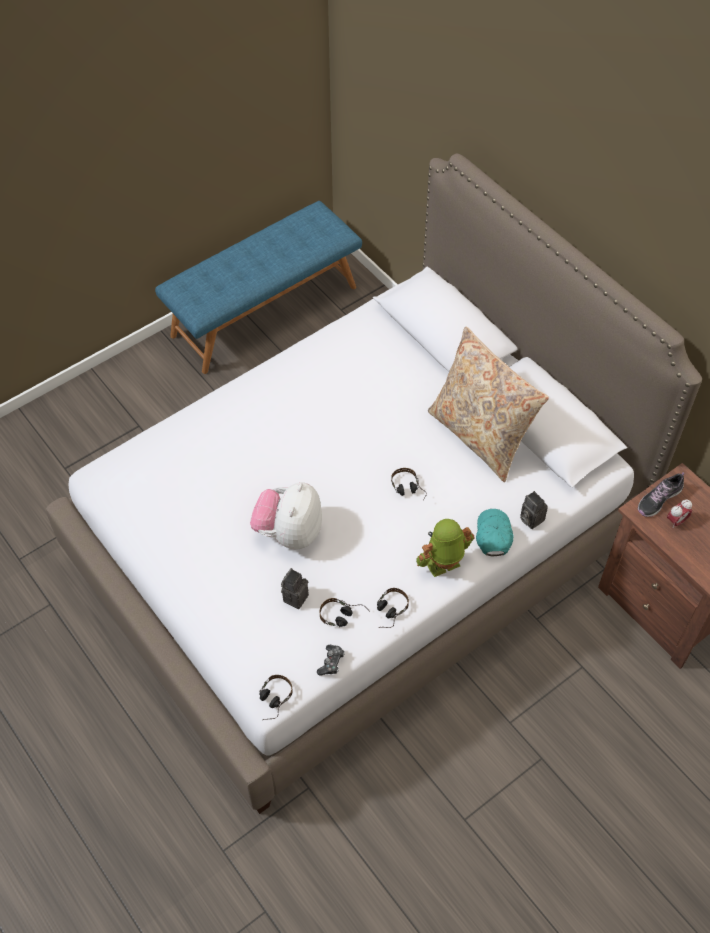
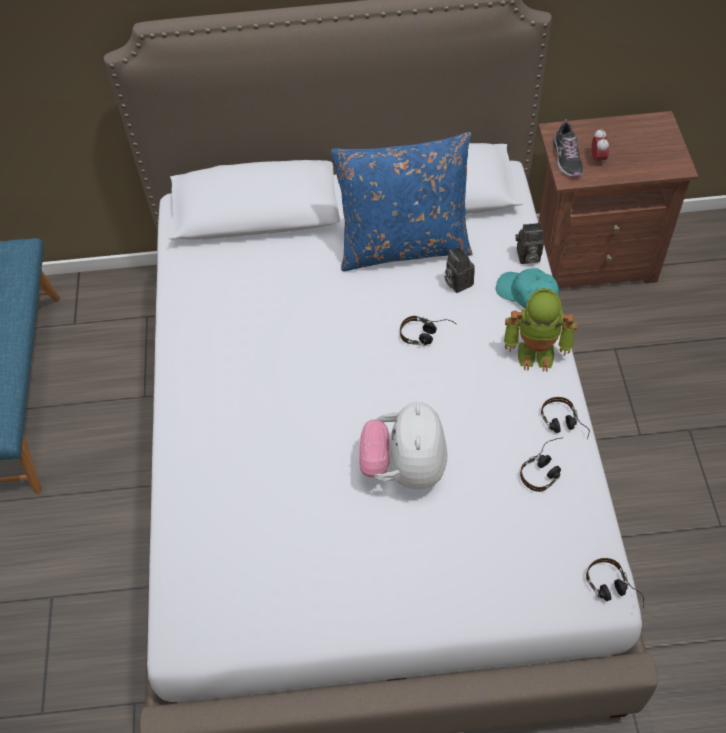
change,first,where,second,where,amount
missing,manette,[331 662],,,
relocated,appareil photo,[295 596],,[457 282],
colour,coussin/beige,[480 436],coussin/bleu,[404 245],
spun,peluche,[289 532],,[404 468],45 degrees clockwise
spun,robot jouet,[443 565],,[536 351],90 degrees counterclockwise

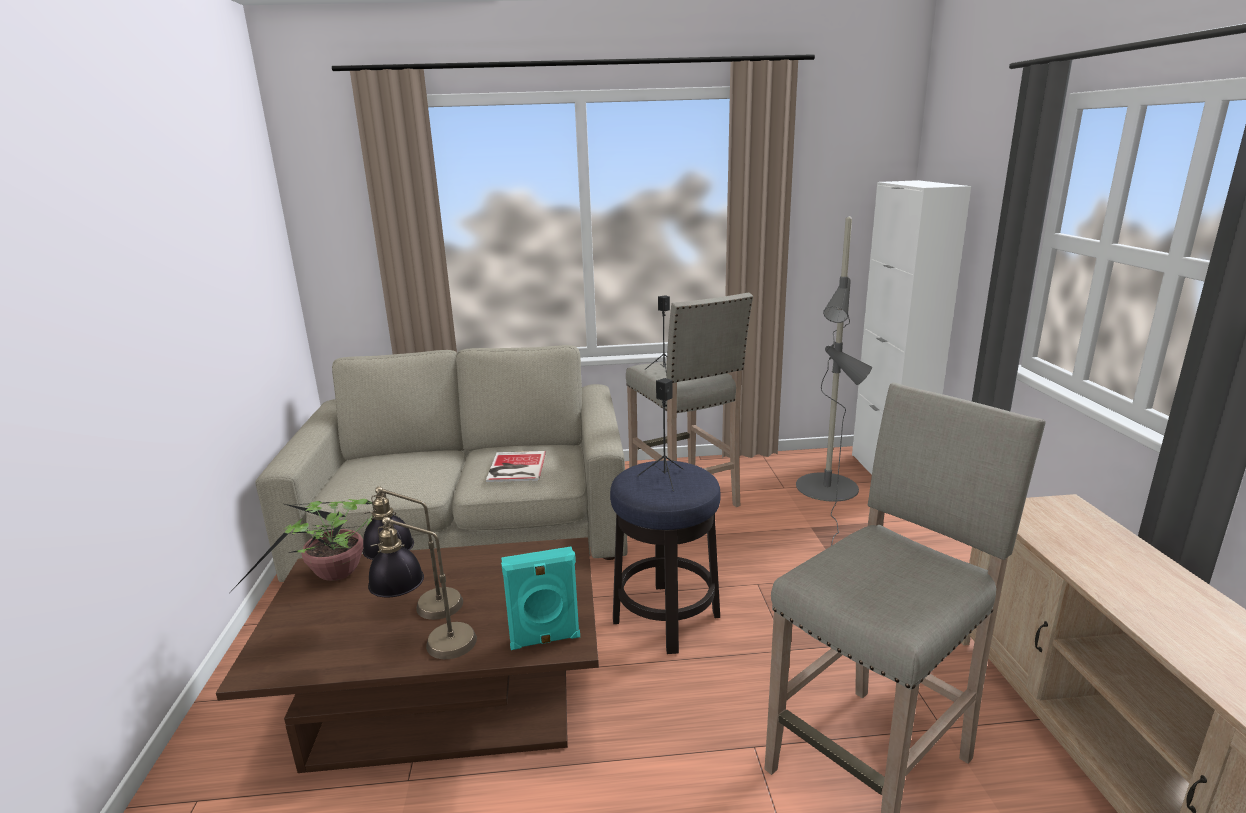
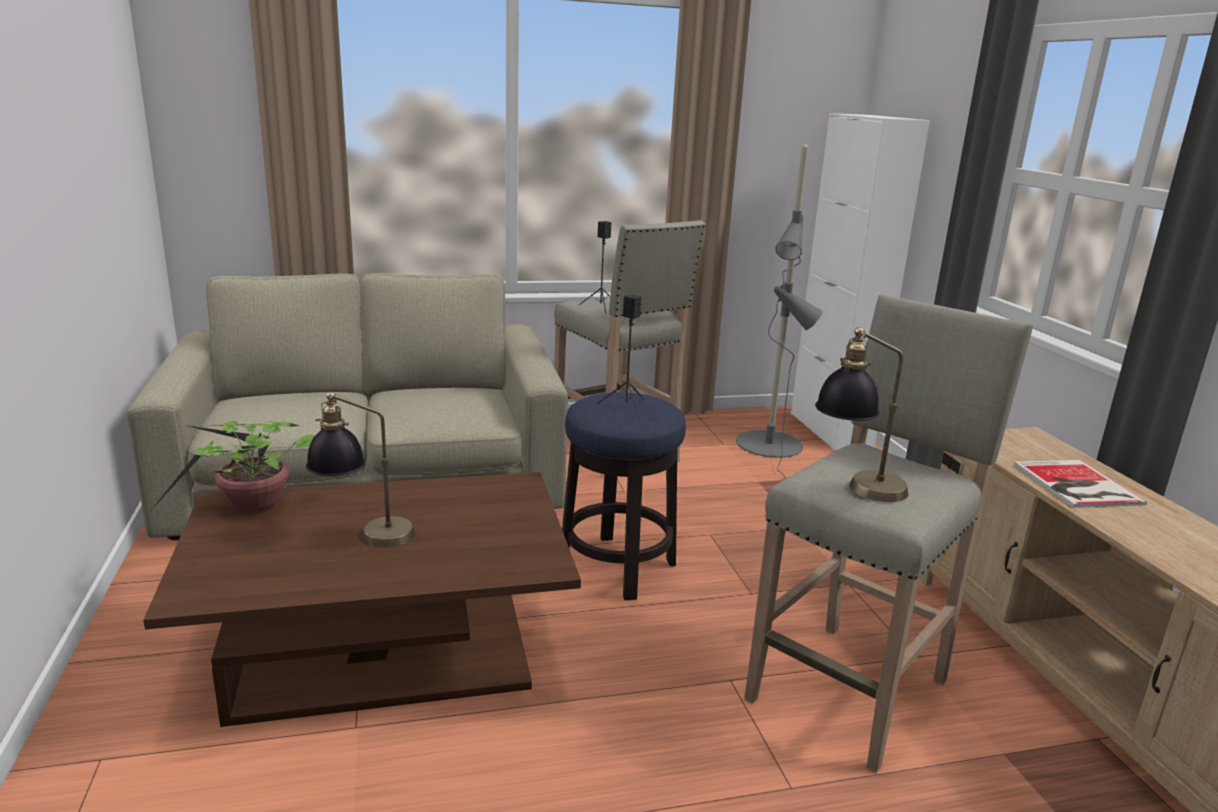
change,first,where,second,where,amount
missing,enceinte/turquoise,[545 640],,,
relocated,lampe de table,[429 644],,[855 491],
relocated,livre,[515 467],,[1076 485],

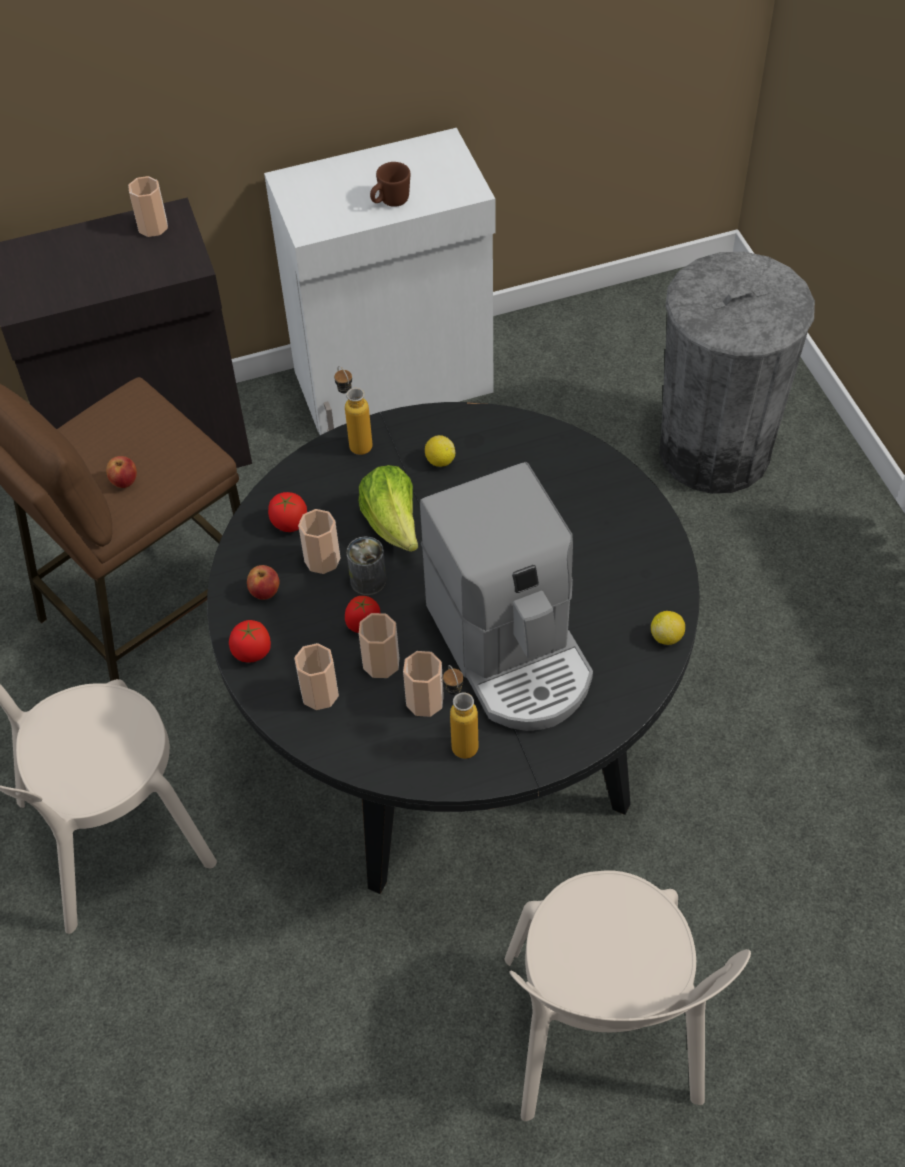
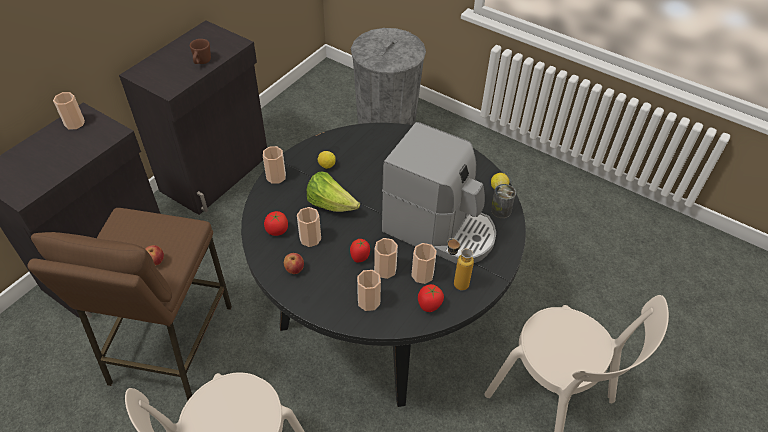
change,first,where,second,where,amount
relocated,tomate,[252 653],,[429 305],
relocated,boîte métallique,[368 580],,[501 210],
exchanged,bouteille,[355 441],tasse,[276 177],
colour,meuble de rangement/blanc,[395 383],meuble de rangement/noir,[217 173],

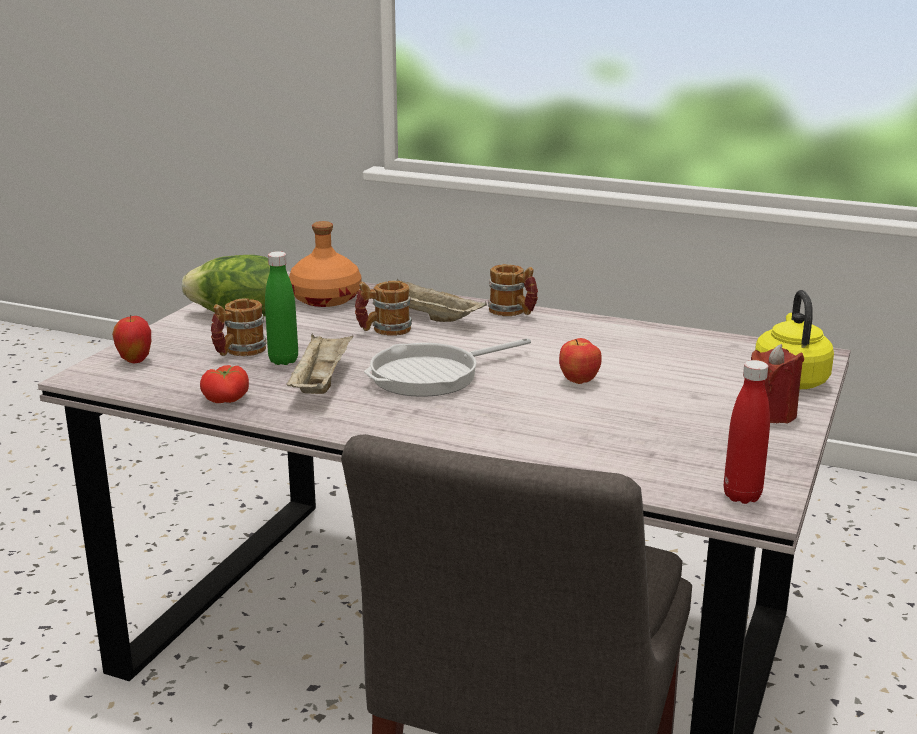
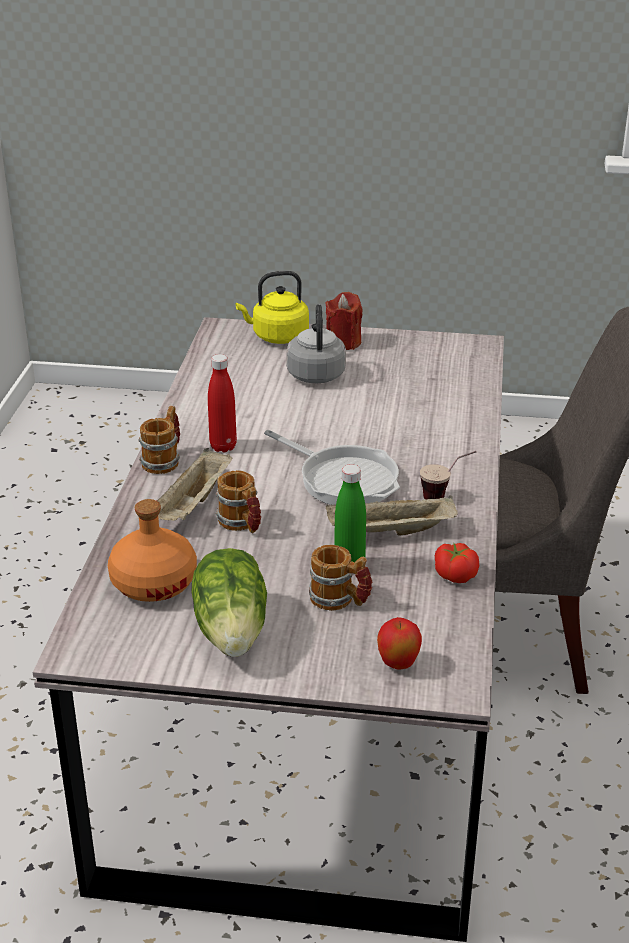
change,first,where,second,where,amount
missing,pomme,[579 382],,,
appeared,,,bouilloire/gris,[316 373],
appeared,,,tasse,[446 496],
relocated,bouteille/rouge,[742 496],,[223 446],

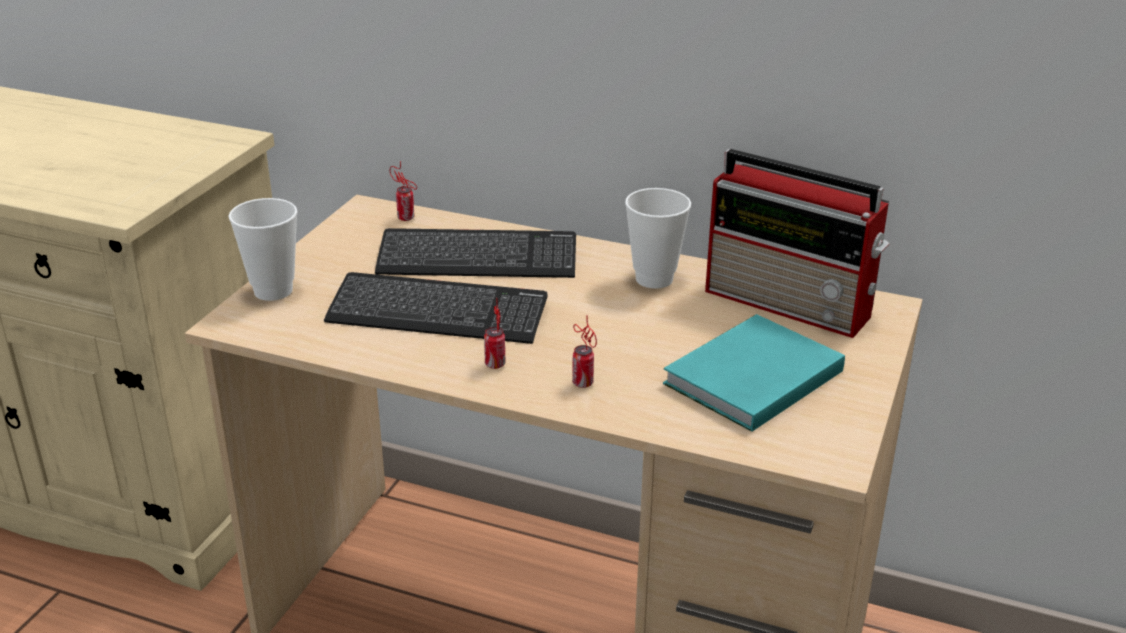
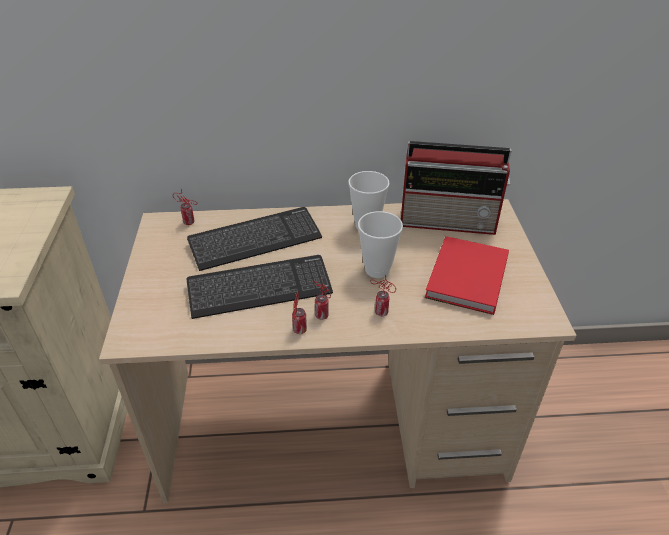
change,first,where,second,where,amount
appeared,,,boîte métallique,[299 331],
relocated,tasse,[273 291],,[377 269],
colour,livre/turquoise,[748 378],livre/rouge,[465 278],

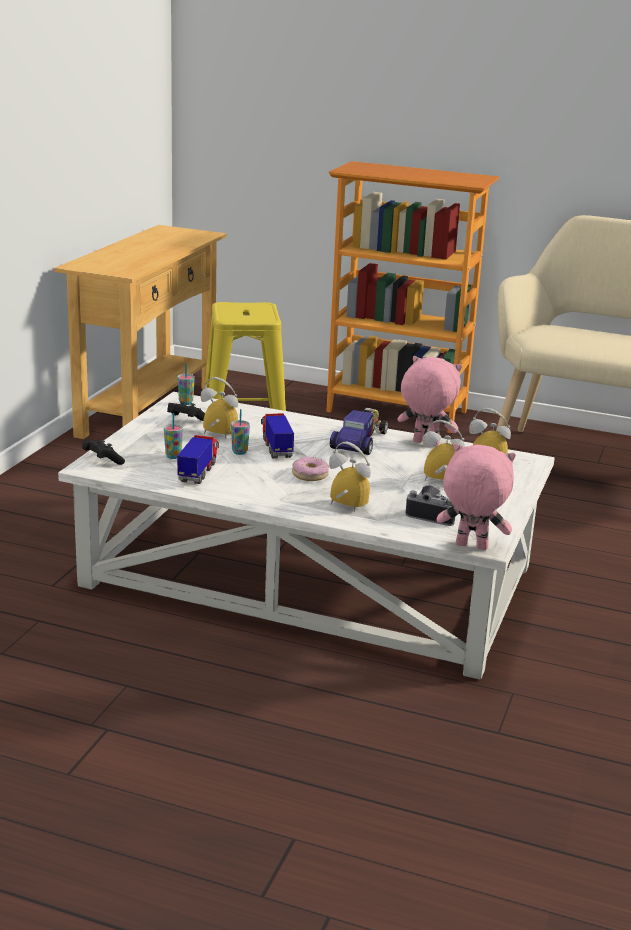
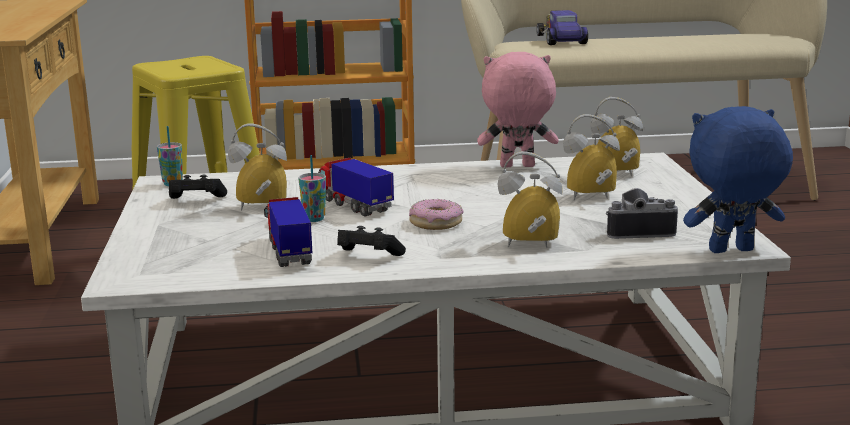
change,first,where,second,where,amount
missing,tasse,[173 456],,,
relocated,manette/noir,[102 460],,[367 257],
relocated,petite voiture,[359 440],,[560 39],
colour,peluche/rose,[470 547],peluche/bleu,[731 251],

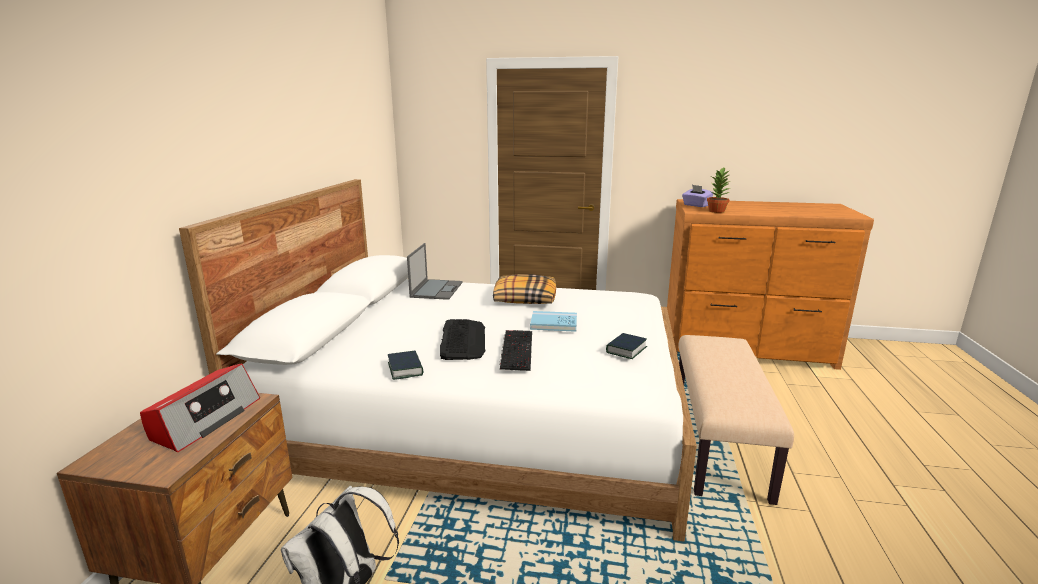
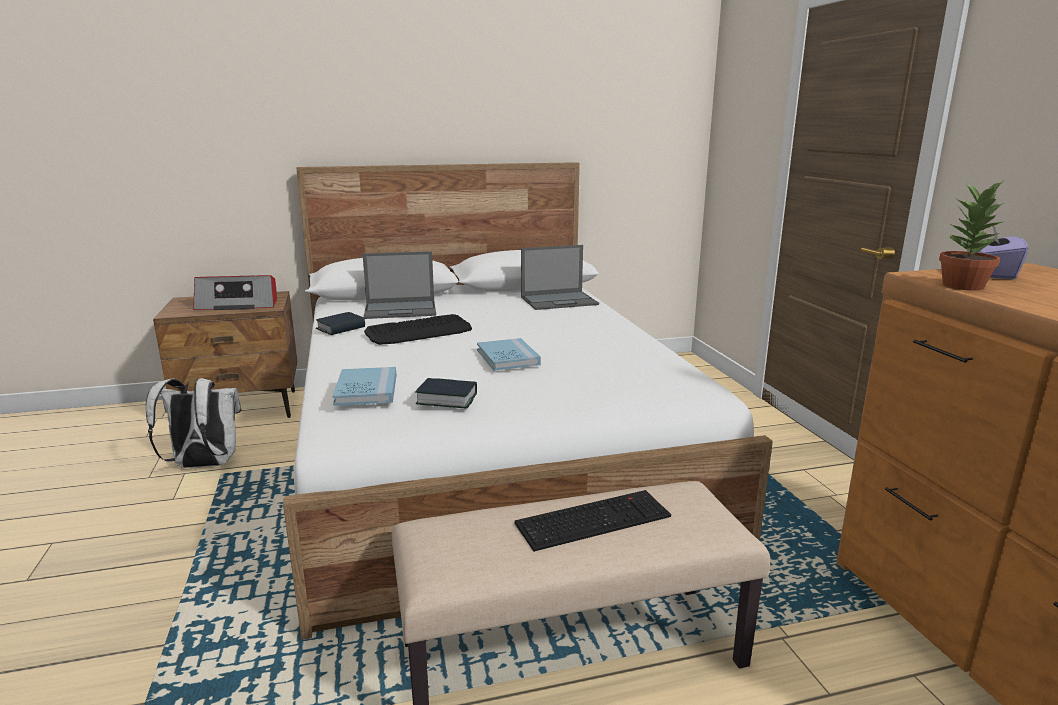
change,first,where,second,where,amount
missing,coussin,[524 298],,,
appeared,,,livre/bleu,[366 389],
appeared,,,ordinateur portable,[401 310],
relocated,clavier,[515 349],,[593 519],

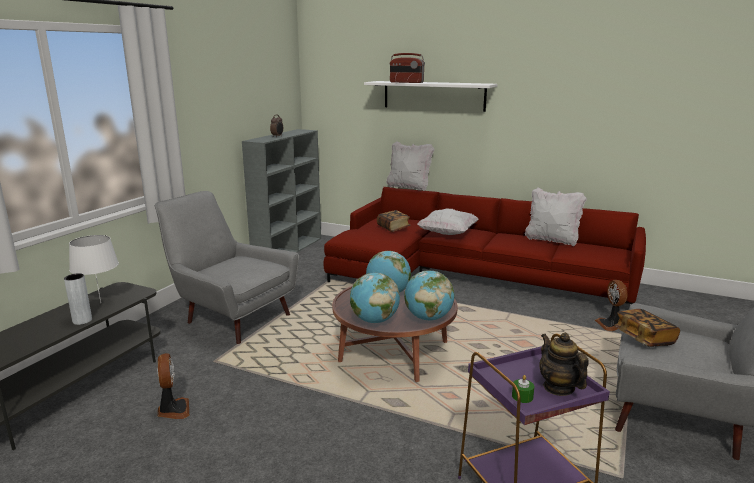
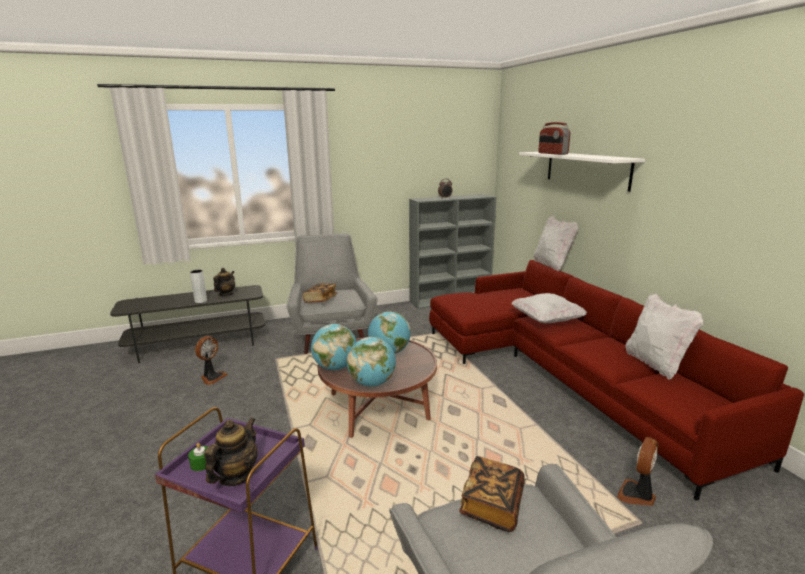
change,first,where,second,where,amount
relocated,livre,[393 228],,[320 300],
exchanged,lampe de table/blanc,[100 303],théière,[226 294],

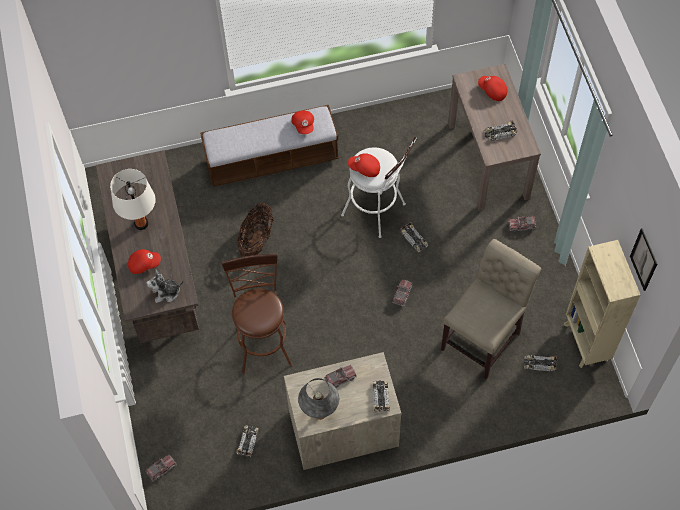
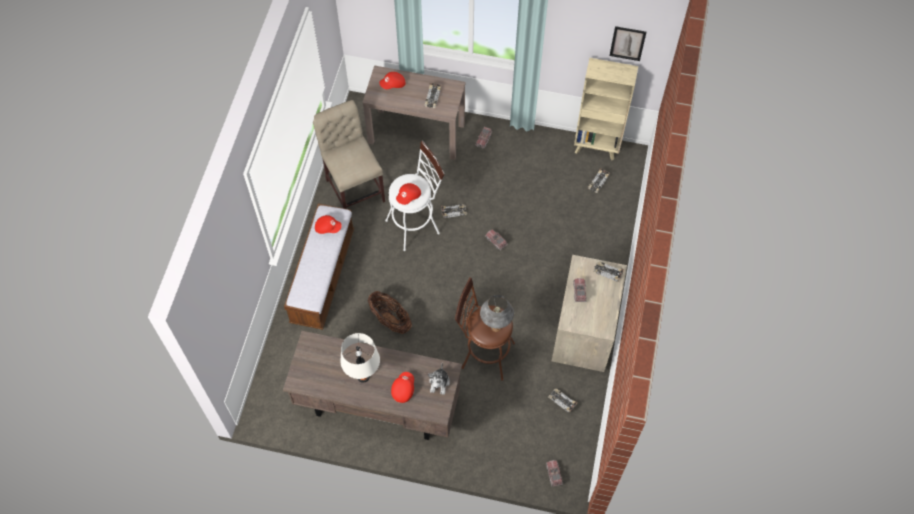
change,first,where,second,where,amount
relocated,lampe de table/gris,[319 413],,[495 327],
relocated,chaise/beige,[484 338],,[354 187],

